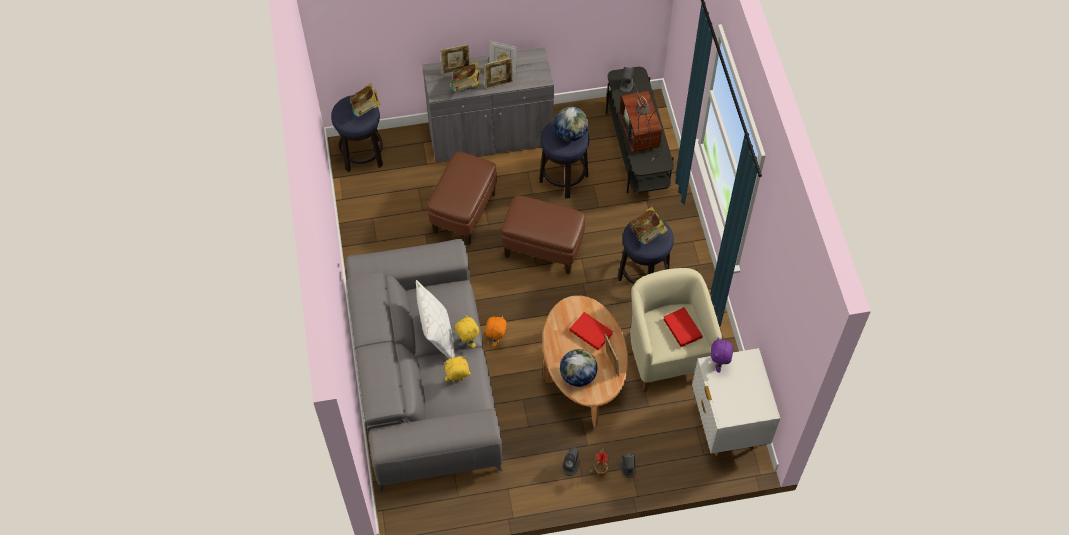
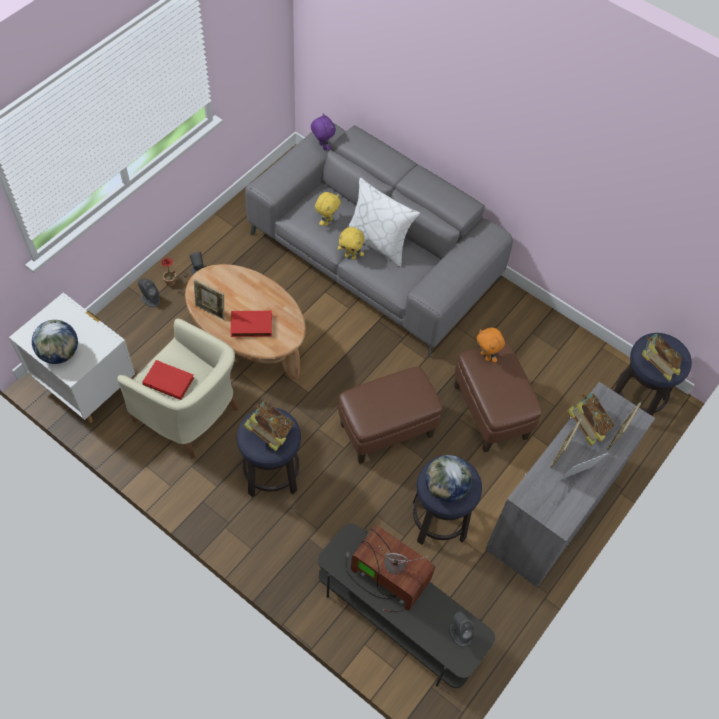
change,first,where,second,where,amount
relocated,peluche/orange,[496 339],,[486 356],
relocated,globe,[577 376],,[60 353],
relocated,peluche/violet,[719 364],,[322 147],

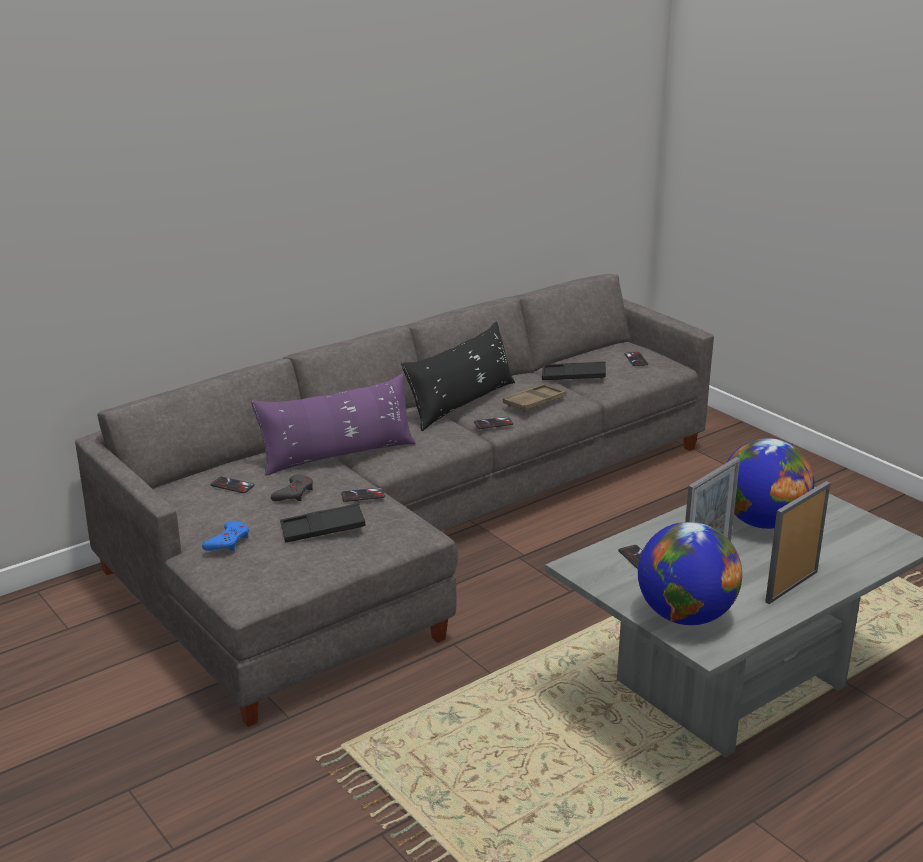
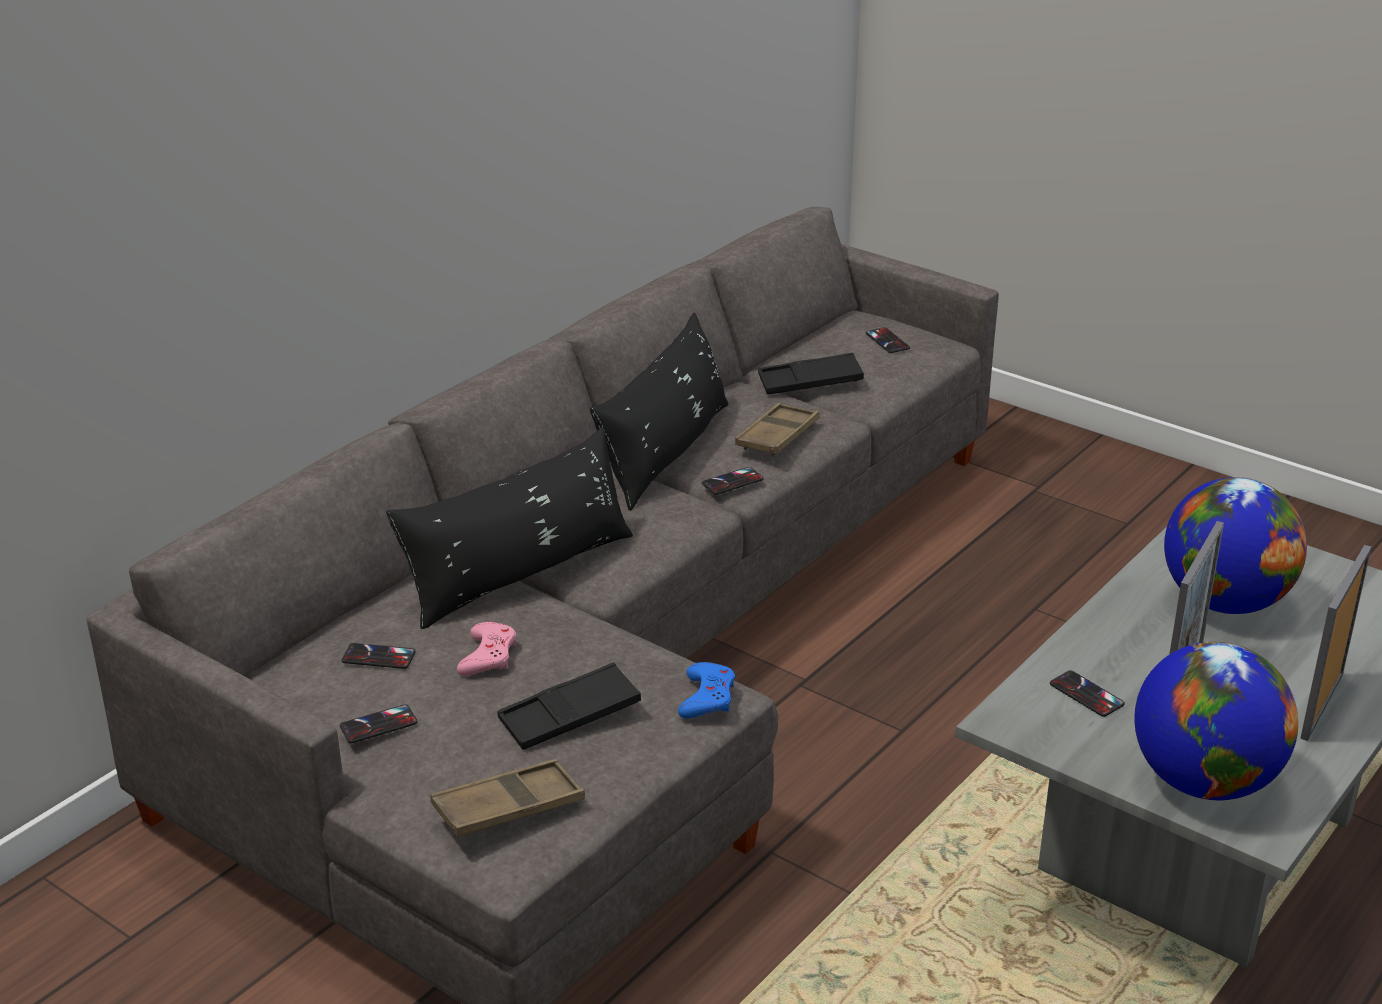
change,first,where,second,where,amount
appeared,,,plateau/marron,[508 807],
relocated,manette/bleu,[228 541],,[707 697],
relocated,téléphone,[362 495],,[378 725],
colour,coussin/violet,[337 455],coussin/noir,[520 575],
colour,manette/gris,[294 493],manette/rose,[488 655],

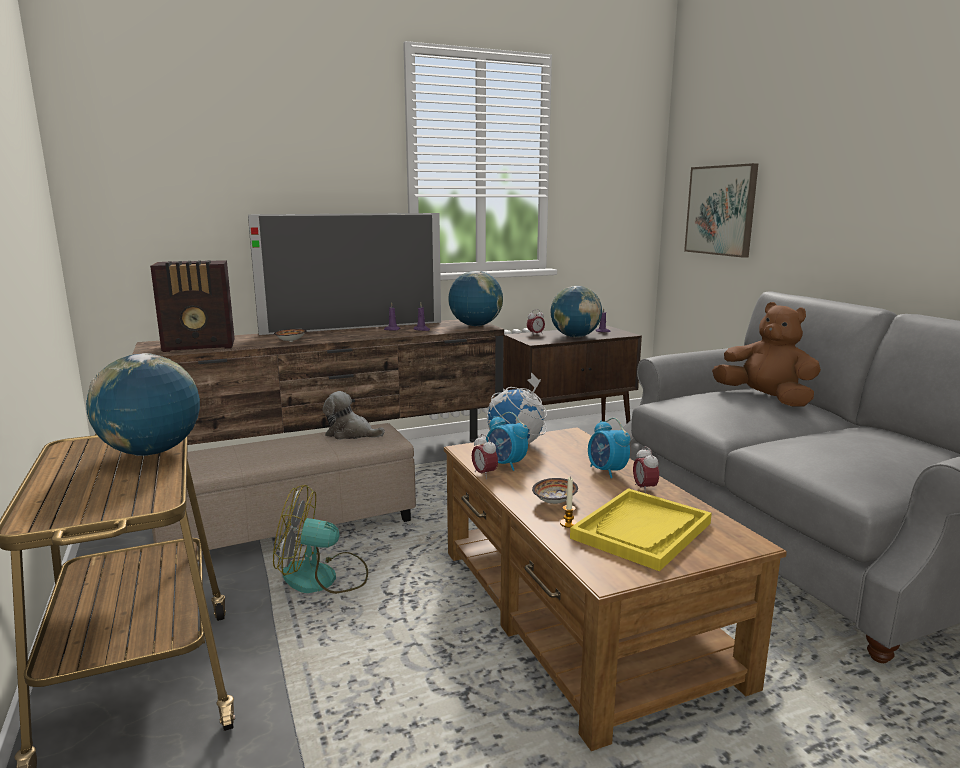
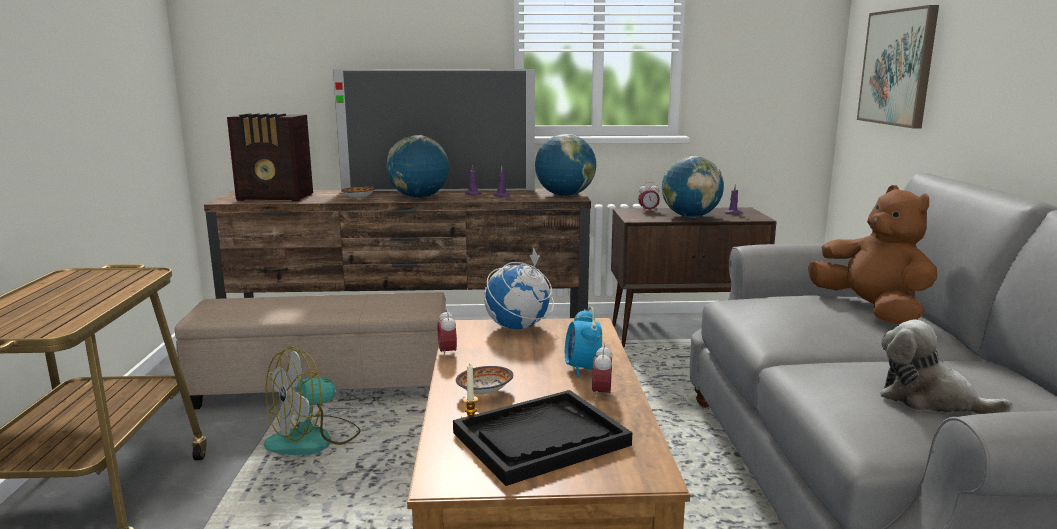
change,first,where,second,where,amount
missing,réveil,[505 464],,,
relocated,globe,[151 452],,[419 198],
relocated,peluche,[351 434],,[929 399],
colour,plateau/jaune,[641 531],plateau/noir,[540 439],
spun,ventilateur,[323 578],,[314 439],60 degrees counterclockwise

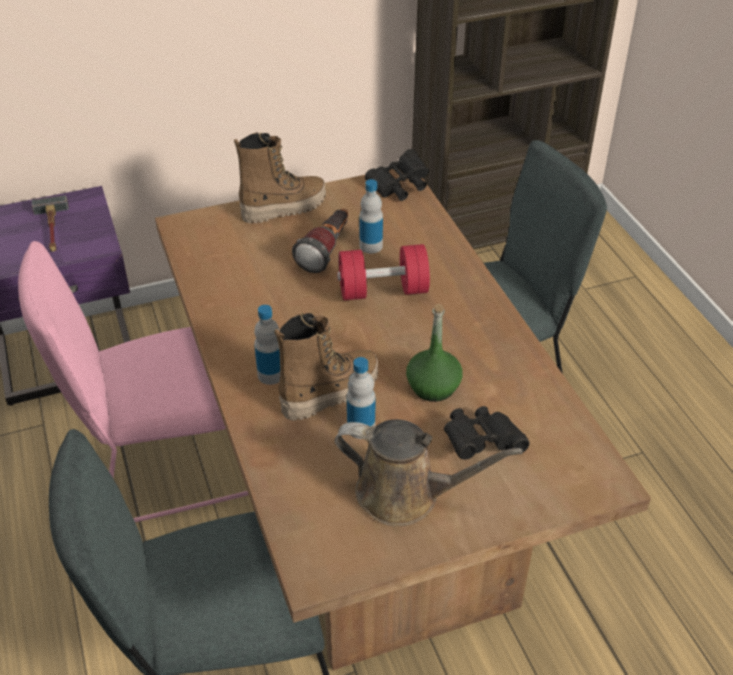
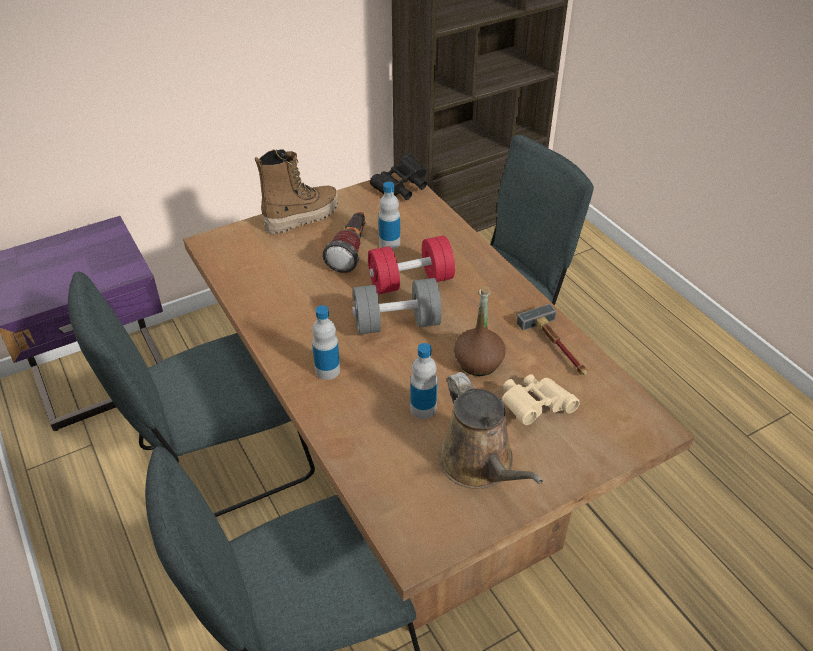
change,first,where,second,where,amount
missing,botte,[330 392],,,
appeared,,,haltère/gris,[396 323],
relocated,marteau,[52 230],,[557 347],
colour,chaise/rose,[168 465],chaise/gris,[218 466],
colour,bouteille/vert,[433 387],bouteille/marron,[478 363],
colour,jumelles/noir,[481 442],jumelles/beige,[534 407],
spun,arrosoir/marron,[406 495],,[480 465],60 degrees clockwise

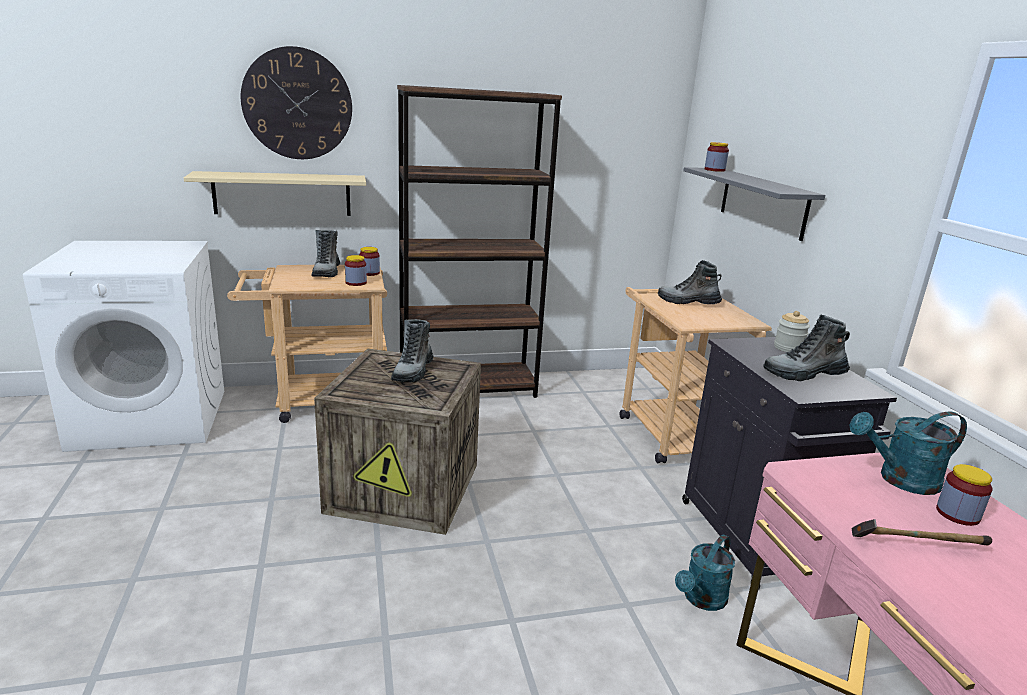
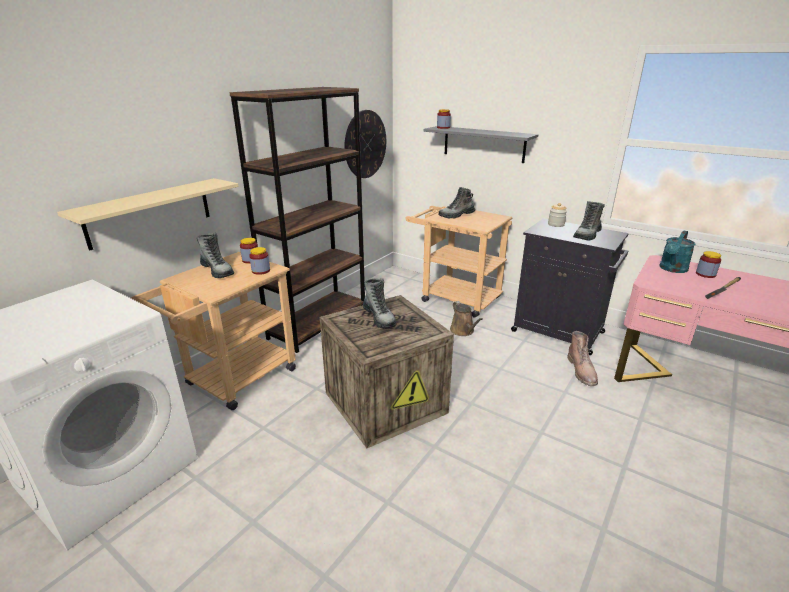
change,first,where,second,where,amount
appeared,,,arrosoir/marron,[463 331],
relocated,horloge murale,[297 104],,[365 144],
exchanged,arrosoir/turquoise,[701 600],botte/marron,[582 371],

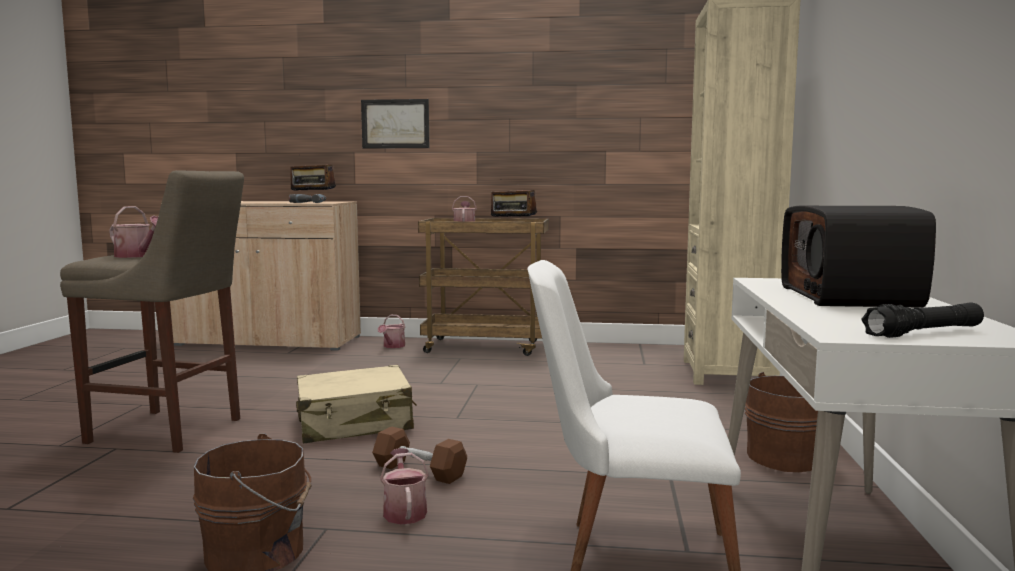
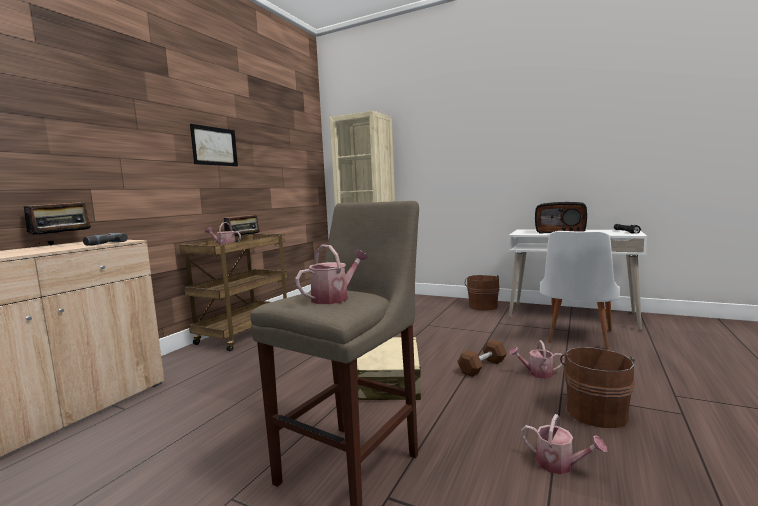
change,first,where,second,where,amount
relocated,tableau,[395 124],,[214 146],
relocated,arrosoir,[392 346],,[560 464],

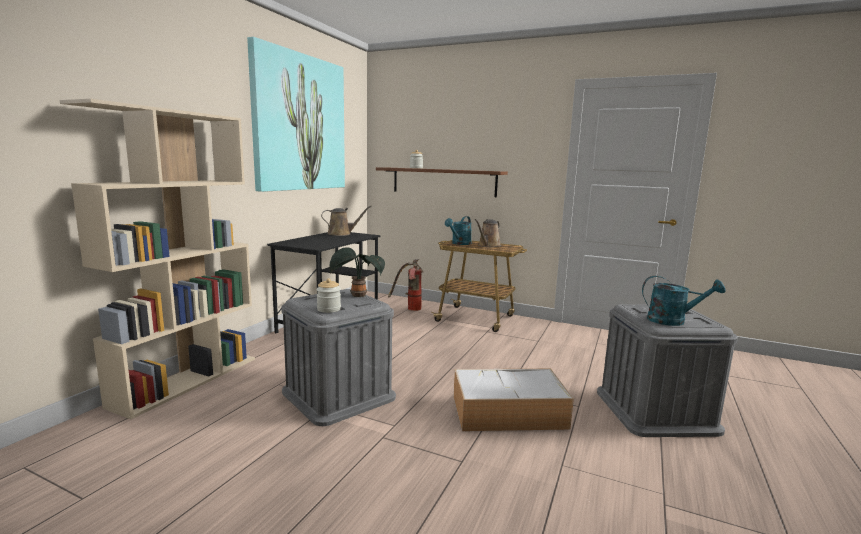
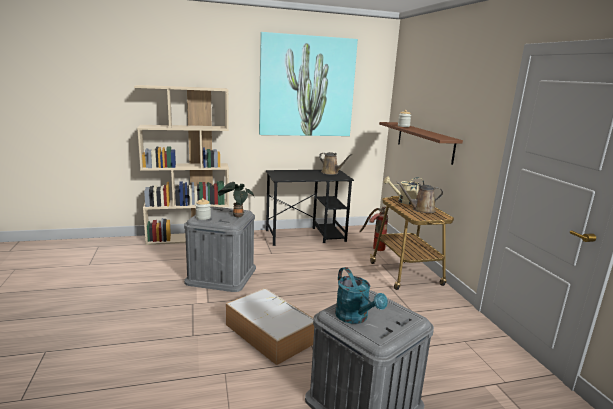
change,first,where,second,where,amount
colour,arrosoir/turquoise,[459 244],arrosoir/beige,[403 201],

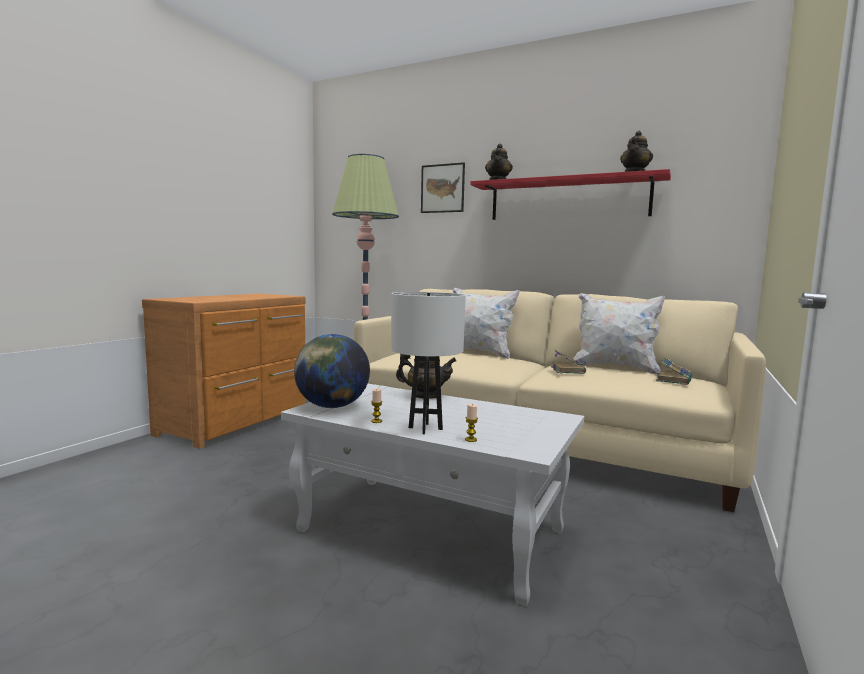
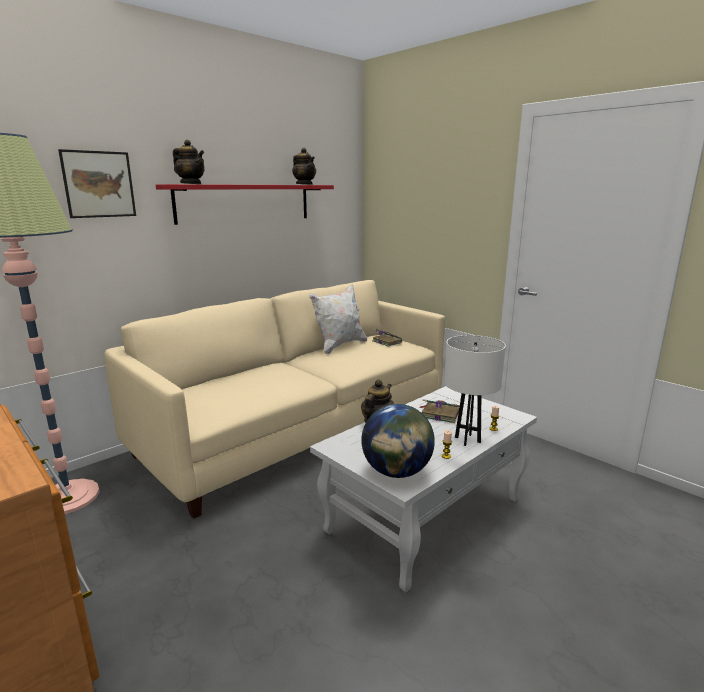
change,first,where,second,where,amount
missing,coussin/blanc,[478 353],,,
relocated,livre,[567 370],,[439 414],

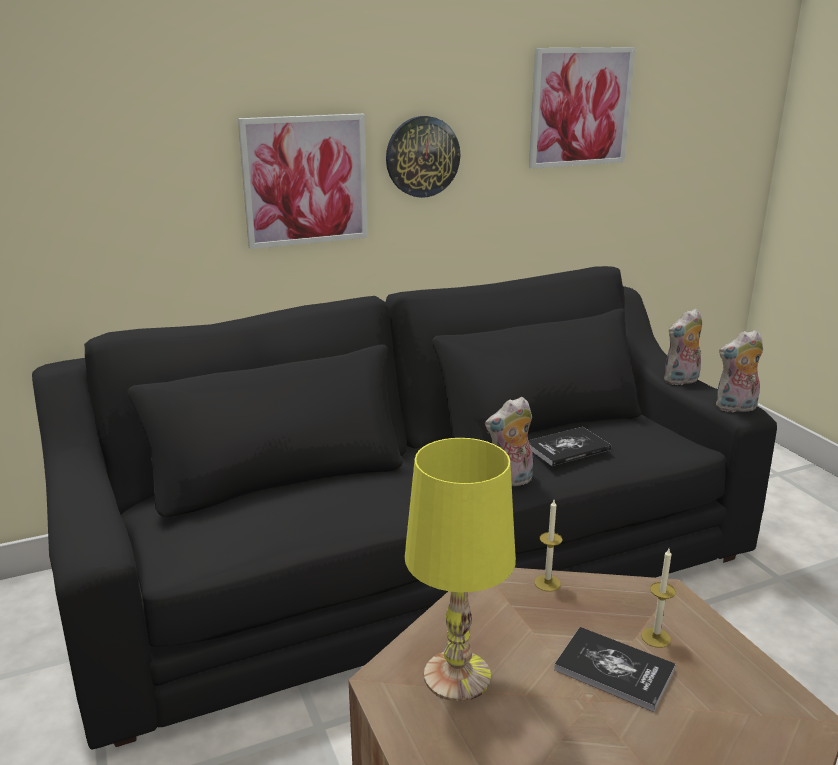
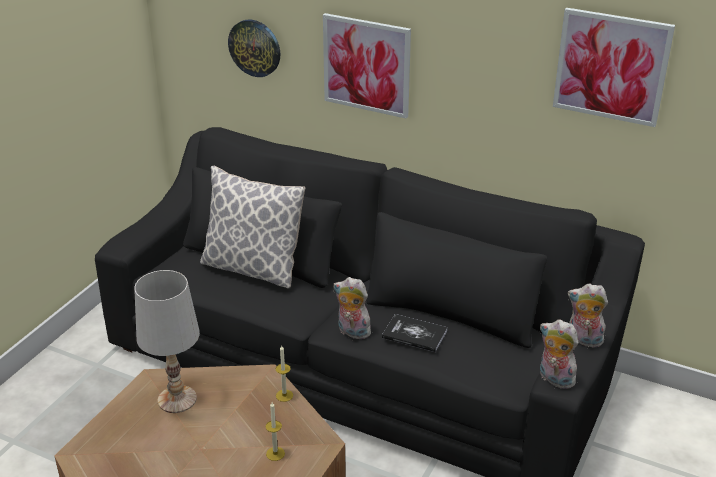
change,first,where,second,where,amount
missing,livre,[614 669],,,
appeared,,,coussin,[252 268],
relocated,horloge murale,[422 156],,[255 47],
colour,lampe de table/jaune,[458 676],lampe de table/blanc,[177 400],

